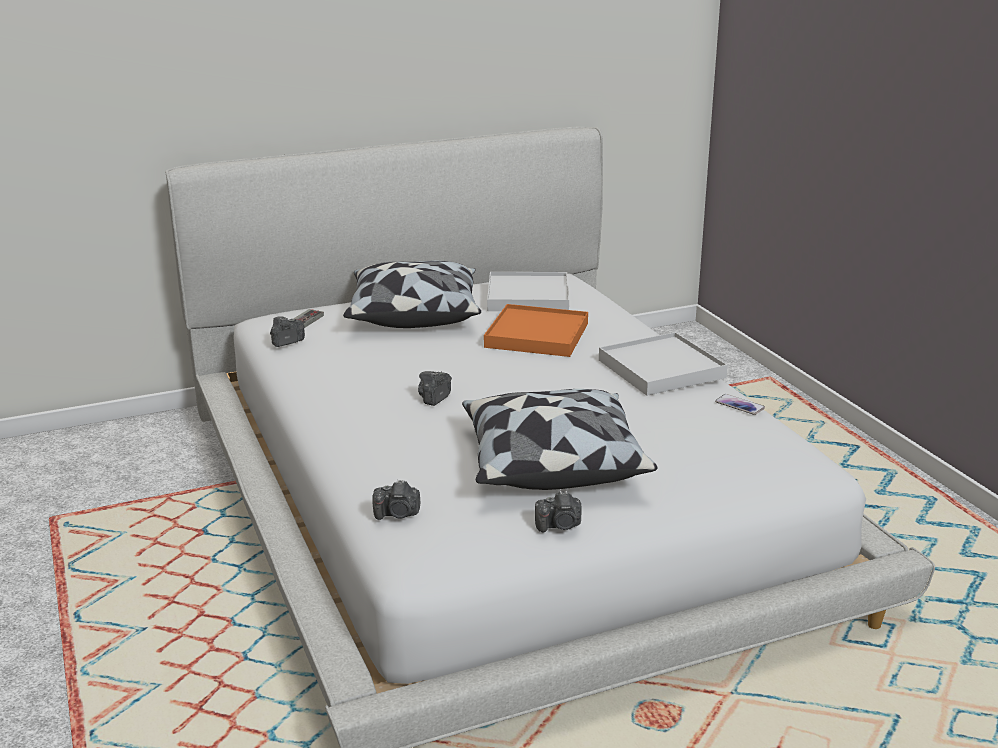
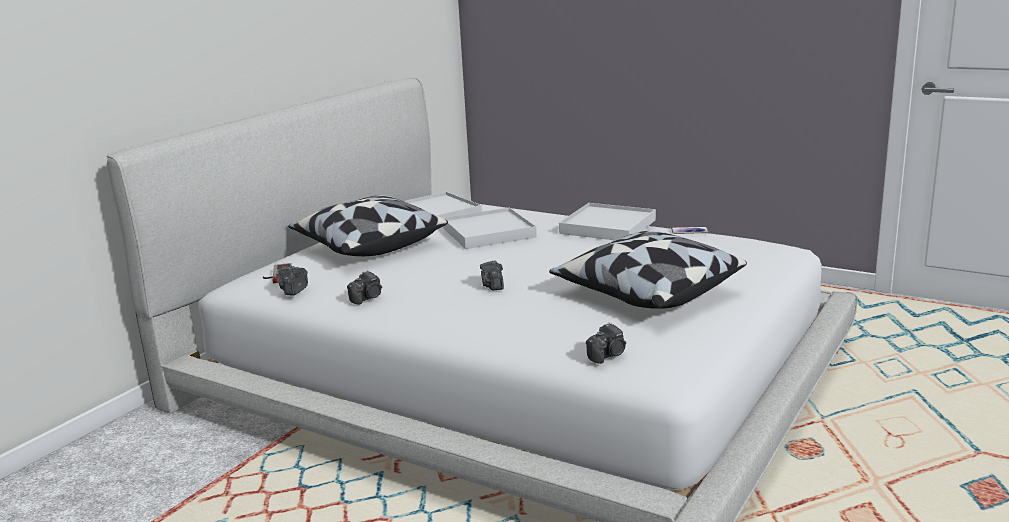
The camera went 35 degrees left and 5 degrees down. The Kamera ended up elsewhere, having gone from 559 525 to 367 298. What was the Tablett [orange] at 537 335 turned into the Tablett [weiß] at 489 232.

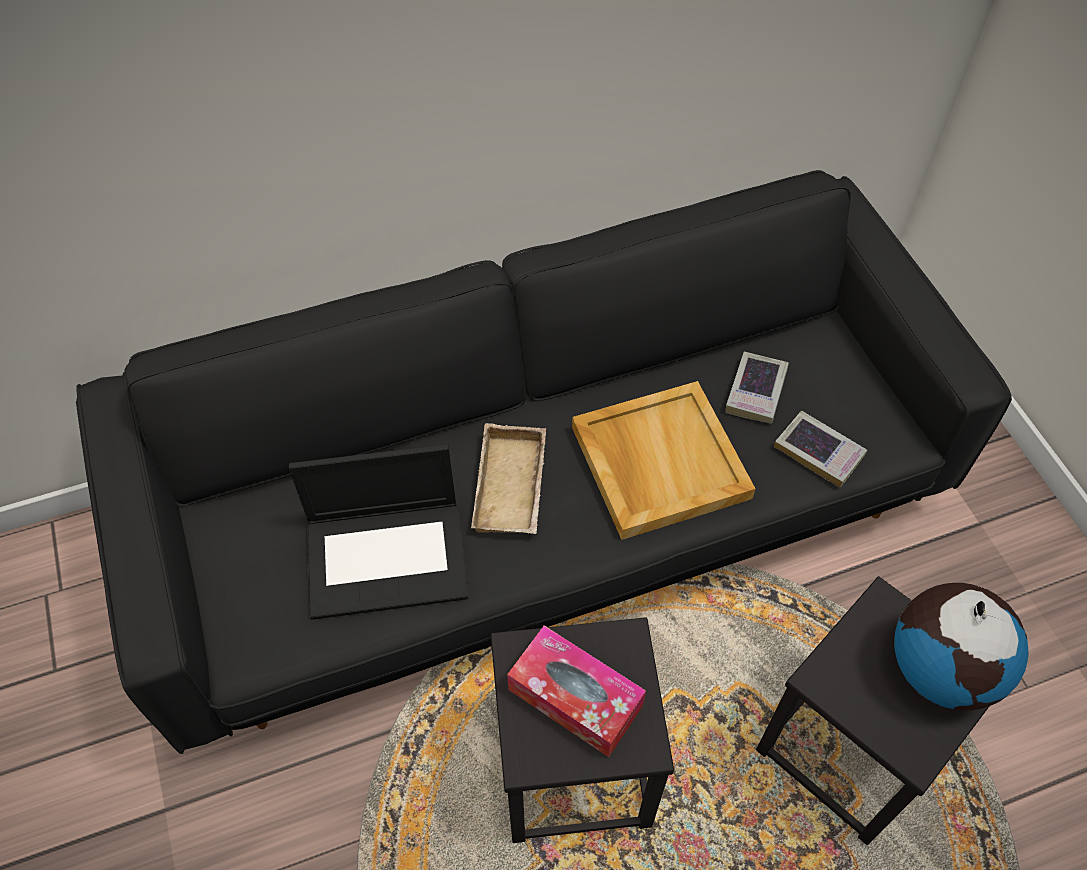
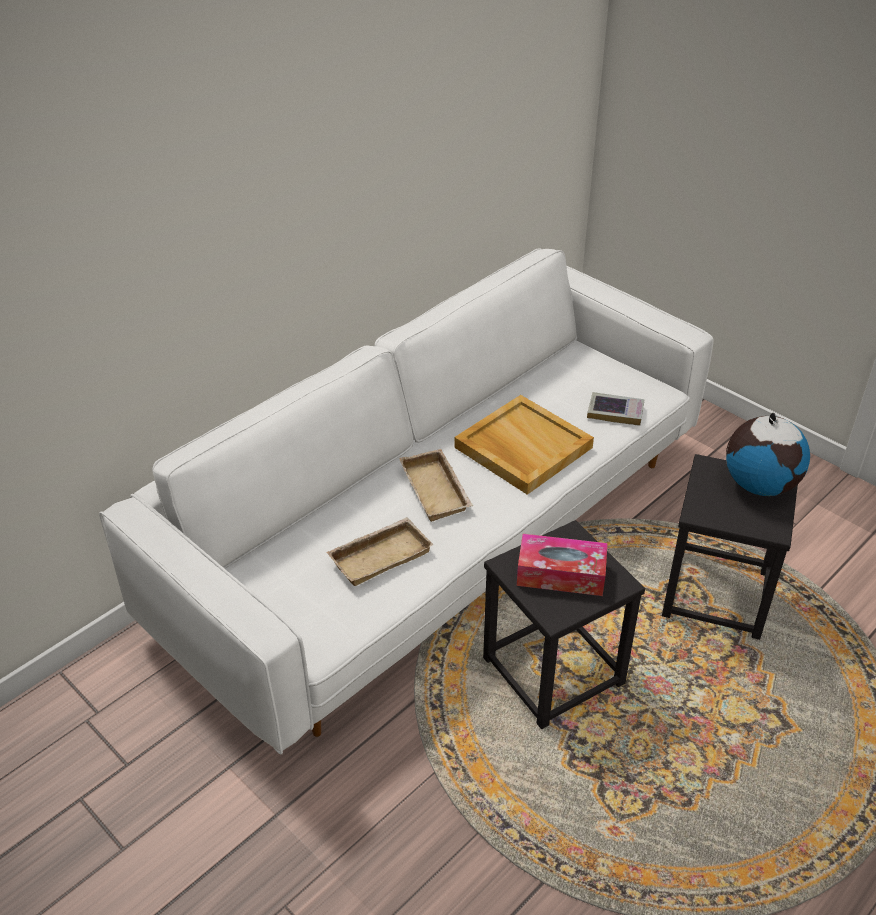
The camera went 25 degrees left and 15 degrees down. The second view lost the Buch at 756 391. Where the Laptop stood at 388 557, the Tablett [beige] came to stand at 380 555. What was the Sofa [schwarz] at 544 512 turned into the Sofa [weiß] at 438 536.

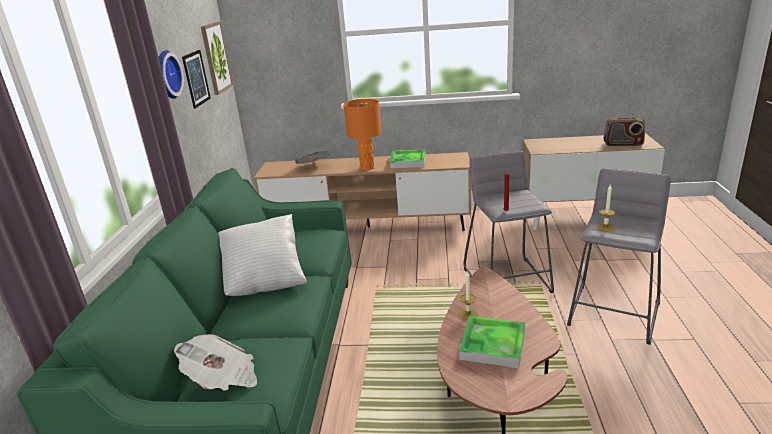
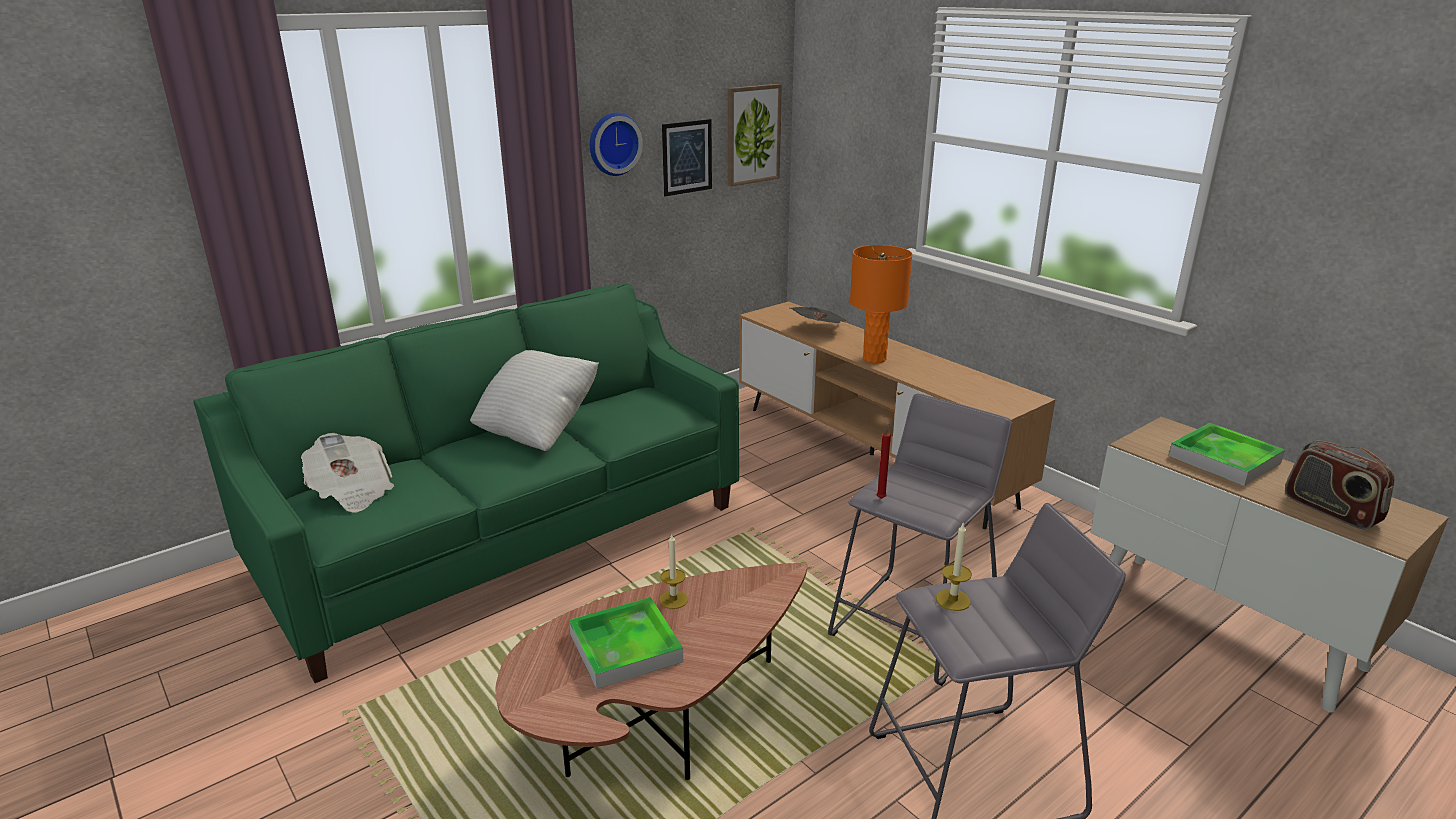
The camera went 45 degrees right and 0 degrees up. The Tablett ended up elsewhere, having gone from 408 161 to 1224 459.

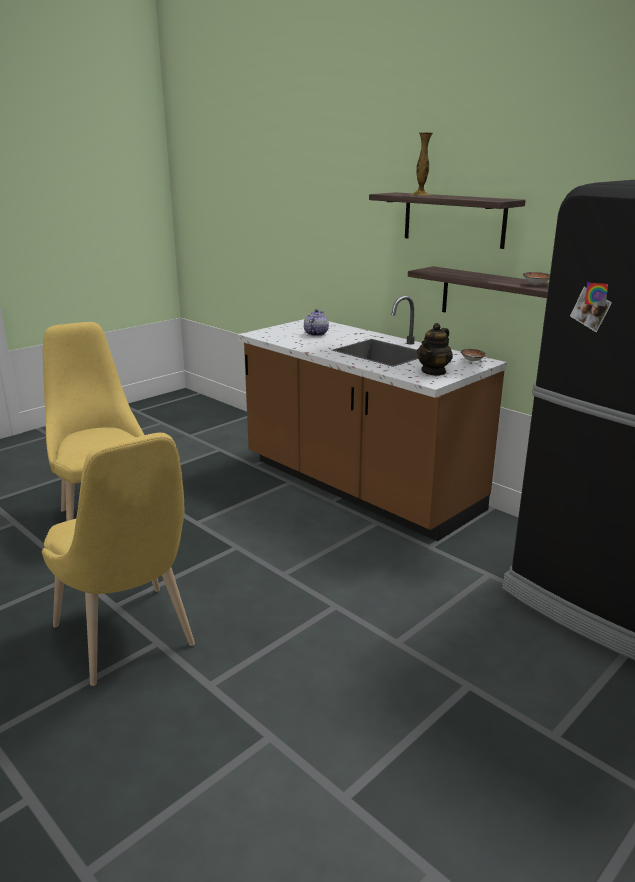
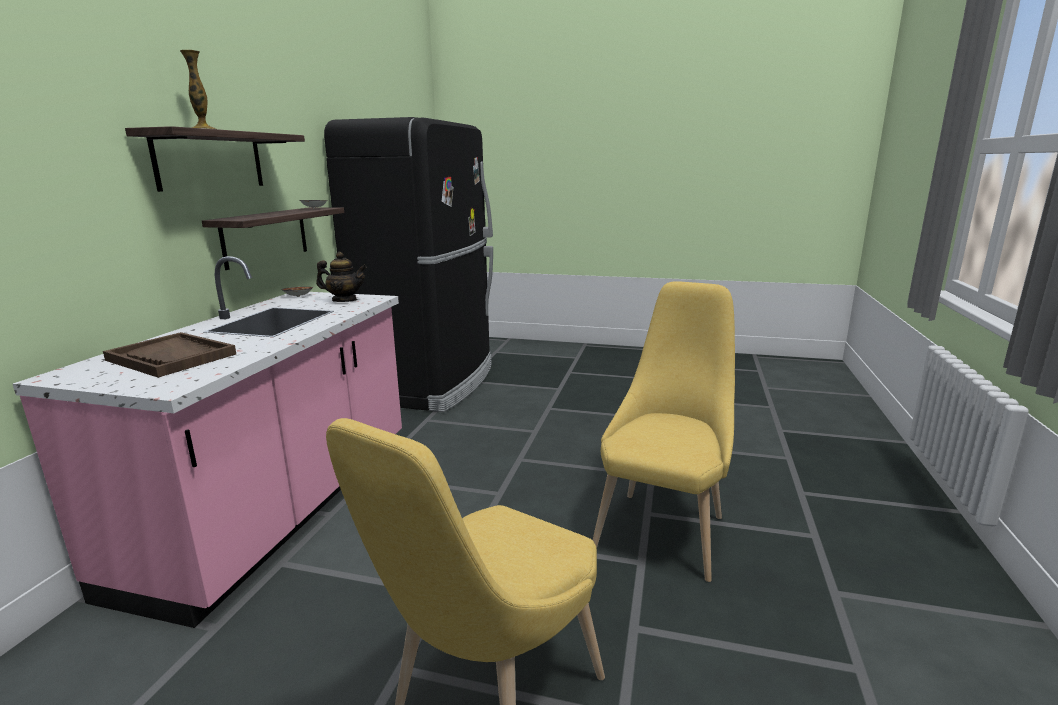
The camera went 120 degrees left and 5 degrees down. Where the Teekanne stood at 315 334, the Tablett [braun] came to stand at 172 357. What was the Küchenzeile [braun] at 359 486 turned into the Küchenzeile [rosa] at 281 508.

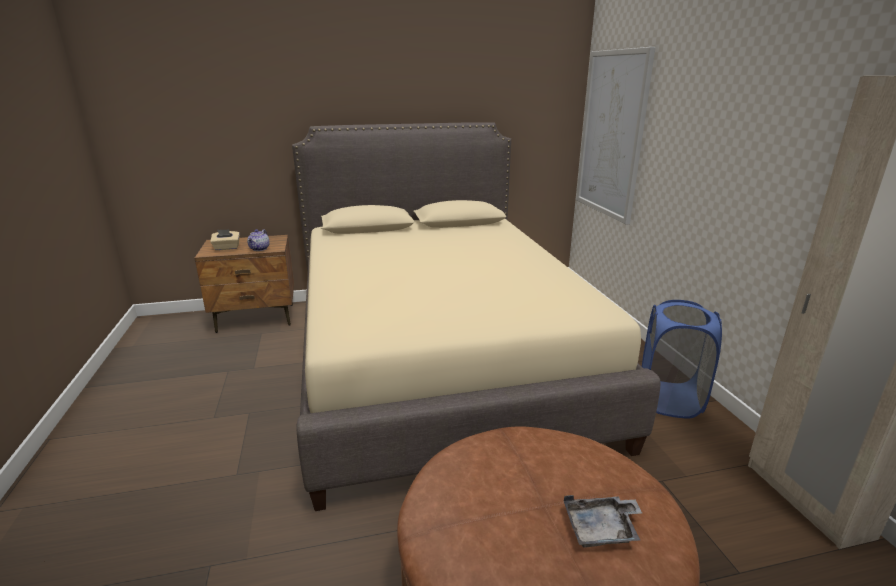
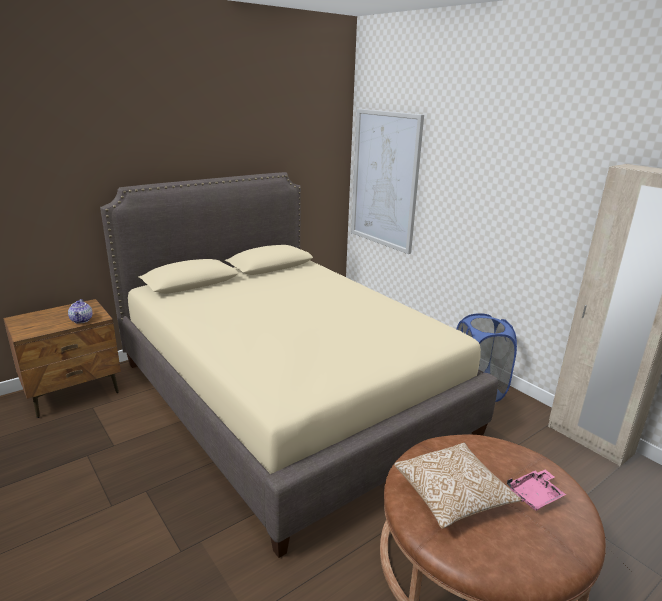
The camera went 25 degrees left and 0 degrees up. The second view lost the Taschentuchbox [beige] at 227 248. The second view gained the Kissen at 452 496. What was the Tablett [grau] at 601 529 turned into the Tablett [rosa] at 535 495.

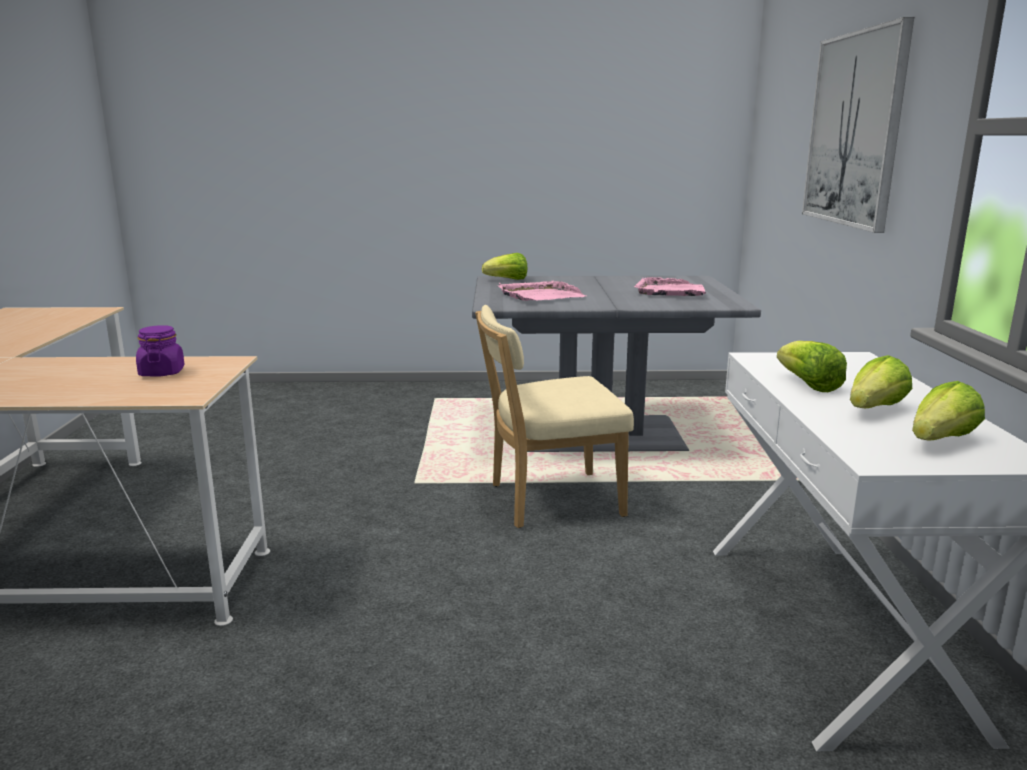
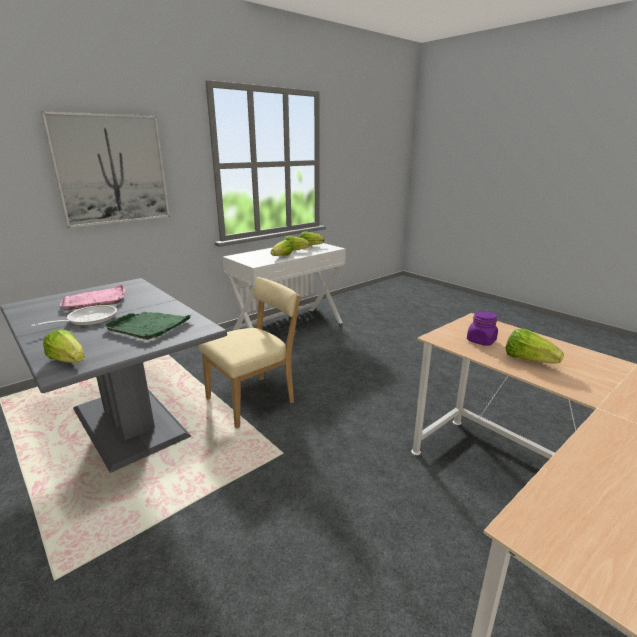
The camera went 130 degrees left and 5 degrees up. The second view gained the Pfanne at 88 320. The second view gained the Salatkopf at 528 360. What was the Tablett [rosa] at 540 296 turned into the Tablett [grün] at 148 326. The Stuhl [beige] at 549 500 ended up facing another way, 75 degrees counterclockwise from before.

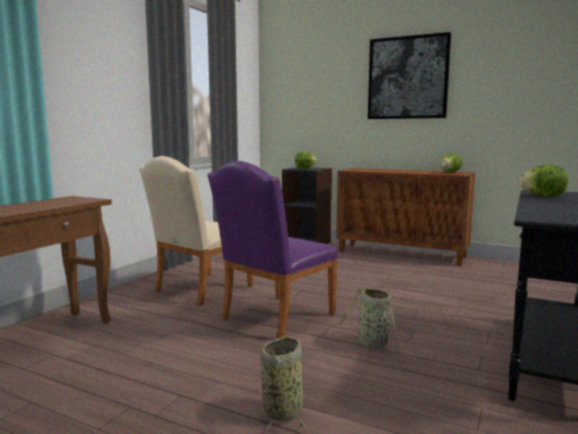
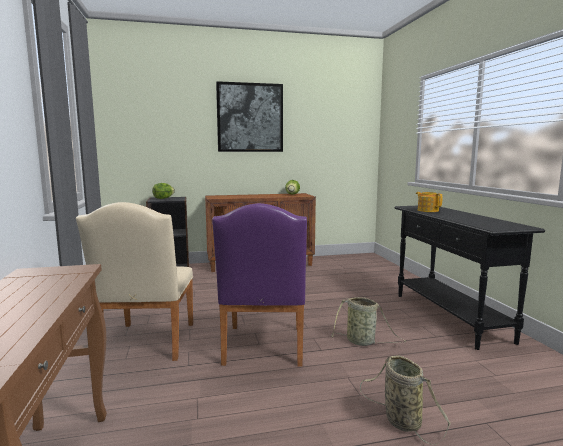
The camera went 40 degrees left and 0 degrees up. Where the Salatkopf stood at 543 196, the Teekanne came to stand at 427 210.

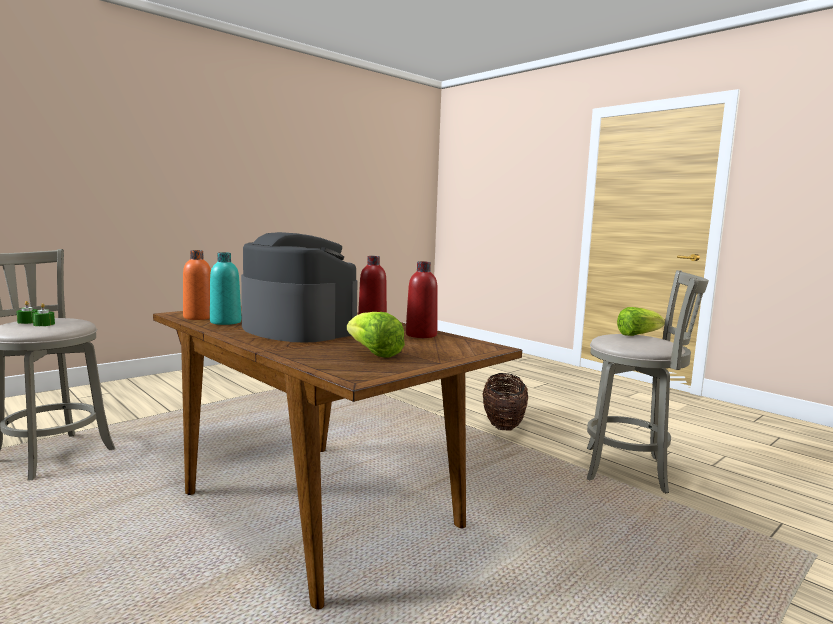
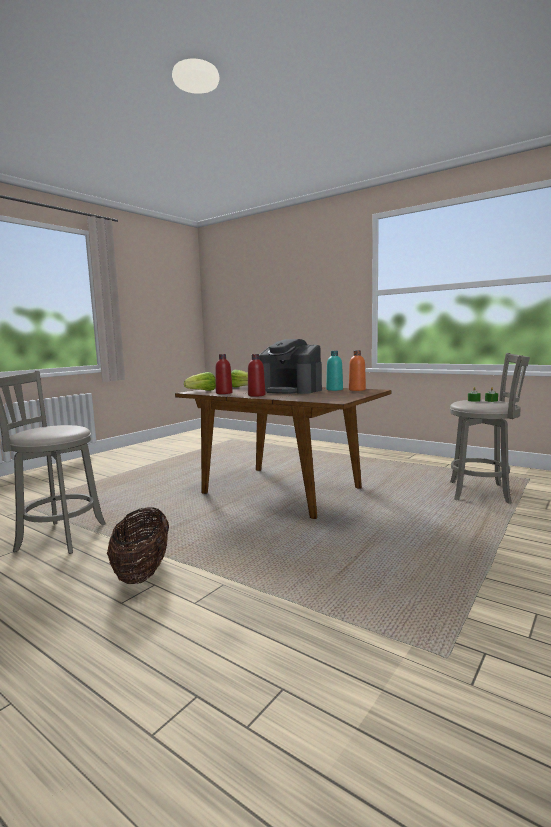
The camera went 170 degrees right and 0 degrees up. The Salatkopf ended up elsewhere, having gone from 637 335 to 202 391.

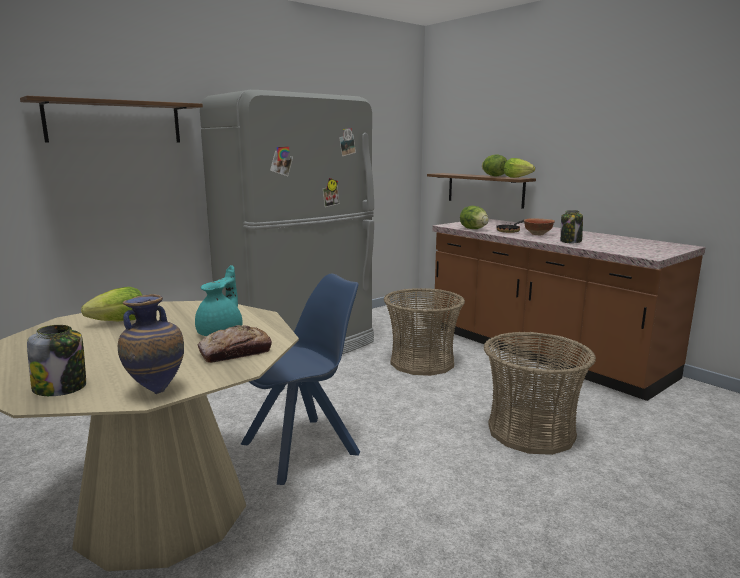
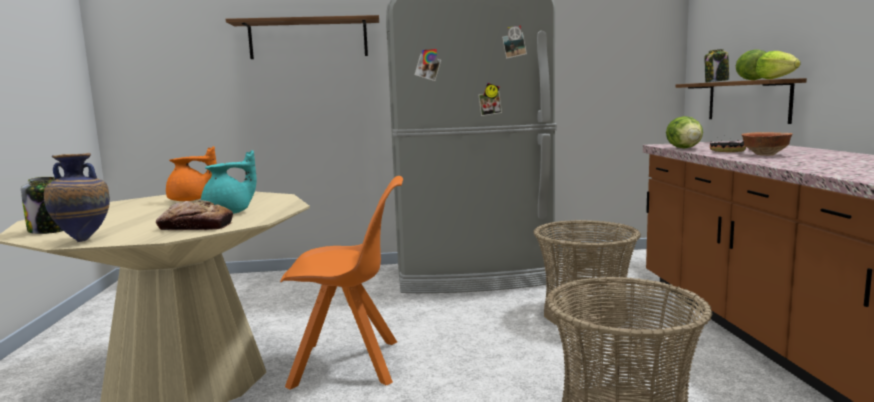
The camera went 35 degrees right and 5 degrees down. The Vorratsglas ended up elsewhere, having gone from 570 241 to 716 82. Where the Salatkopf stood at 119 322, the Teekanne [orange] came to stand at 191 200. What was the Stuhl [blau] at 303 448 turned into the Stuhl [orange] at 349 364.

